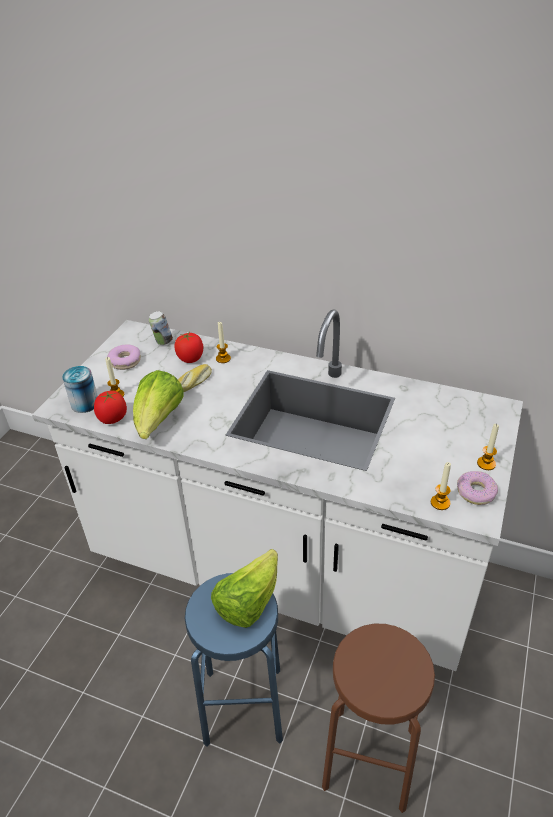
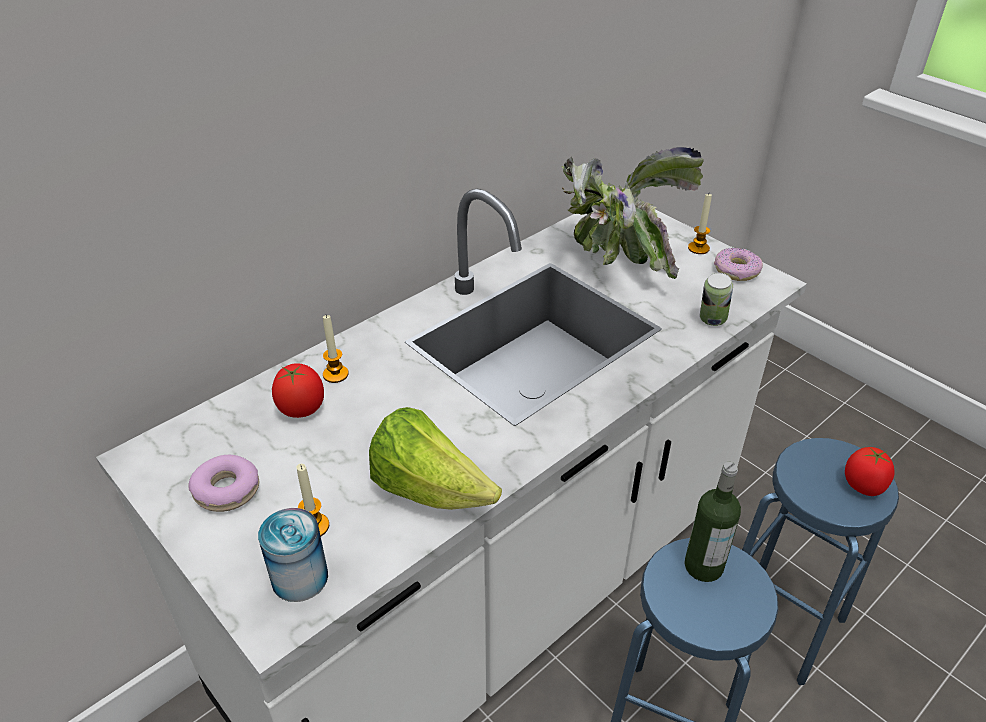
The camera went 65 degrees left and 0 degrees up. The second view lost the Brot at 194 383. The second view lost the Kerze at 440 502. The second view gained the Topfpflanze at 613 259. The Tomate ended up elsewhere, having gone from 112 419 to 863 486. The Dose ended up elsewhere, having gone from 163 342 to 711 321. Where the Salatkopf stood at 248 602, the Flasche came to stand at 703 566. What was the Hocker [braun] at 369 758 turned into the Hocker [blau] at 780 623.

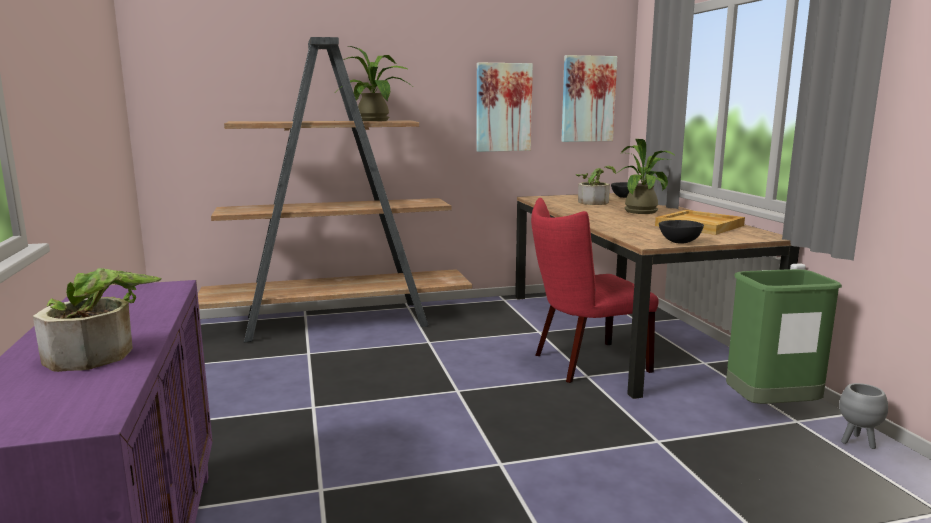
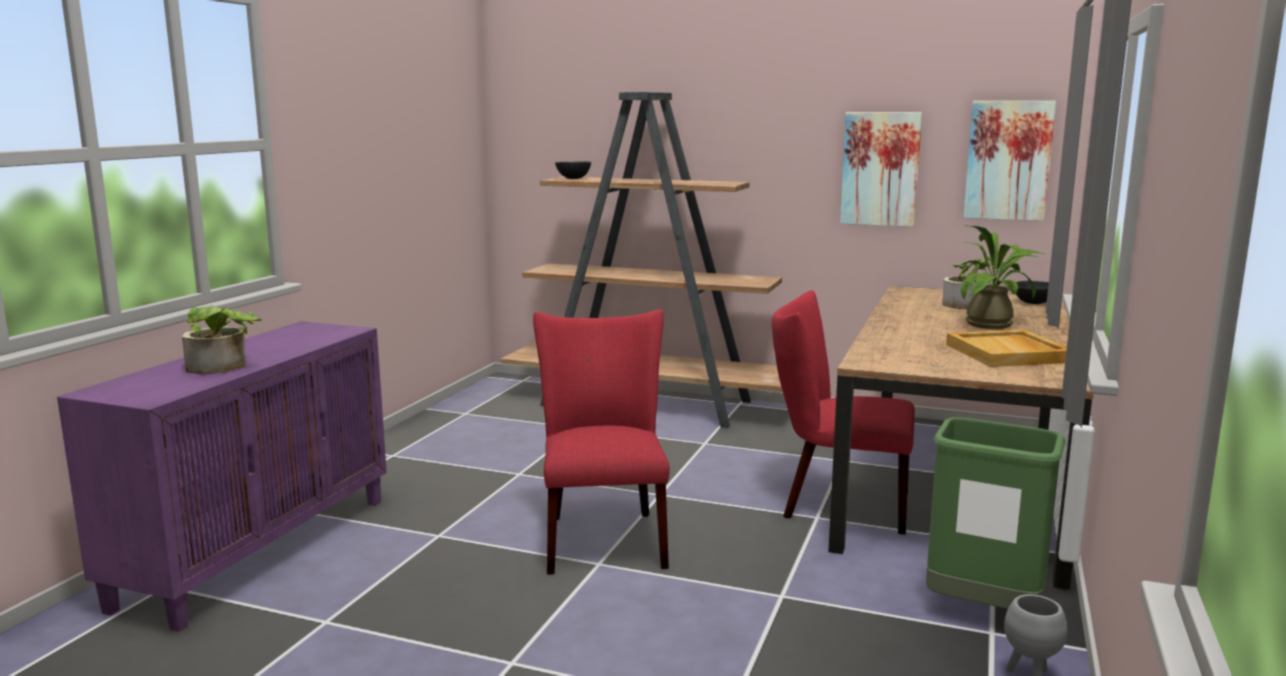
The camera went 35 degrees right and 0 degrees up. The second view lost the Topfpflanze at 375 120. The second view gained the Stuhl [rot] at 603 537. The Schüssel [schwarz] ended up elsewhere, having gone from 679 242 to 572 179.

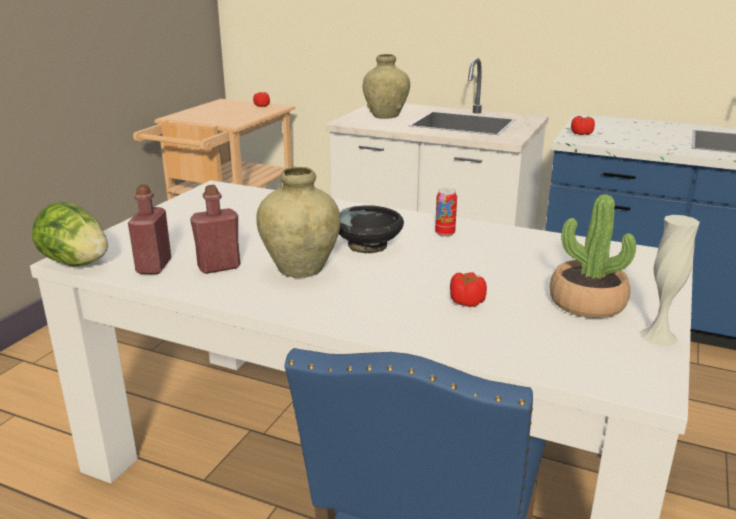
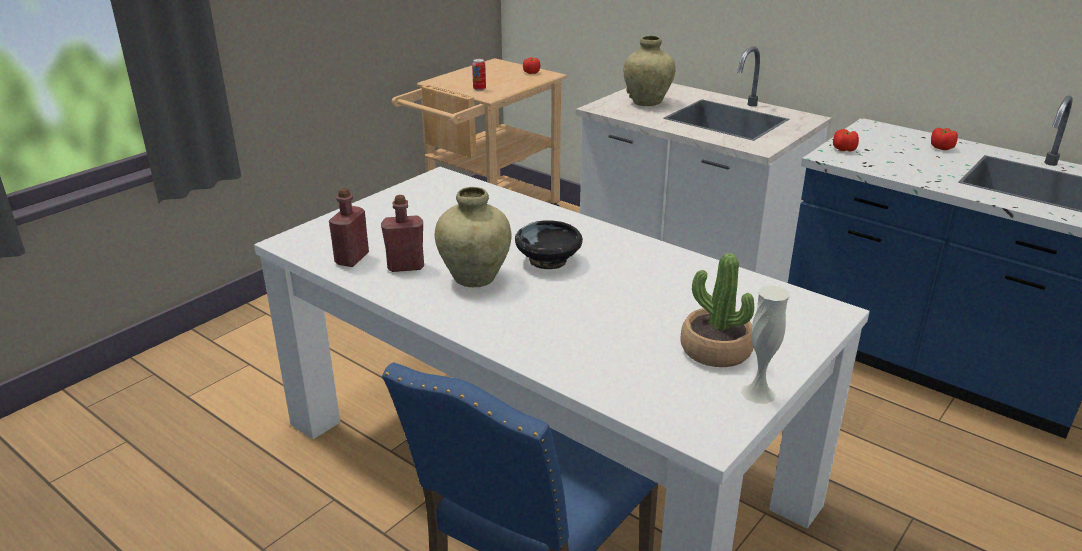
The camera went 15 degrees right and 5 degrees up. The second view lost the Salatkopf at 76 263. The Dose ended up elsewhere, having gone from 445 233 to 479 89. The Tomate ended up elsewhere, having gone from 466 302 to 941 148.

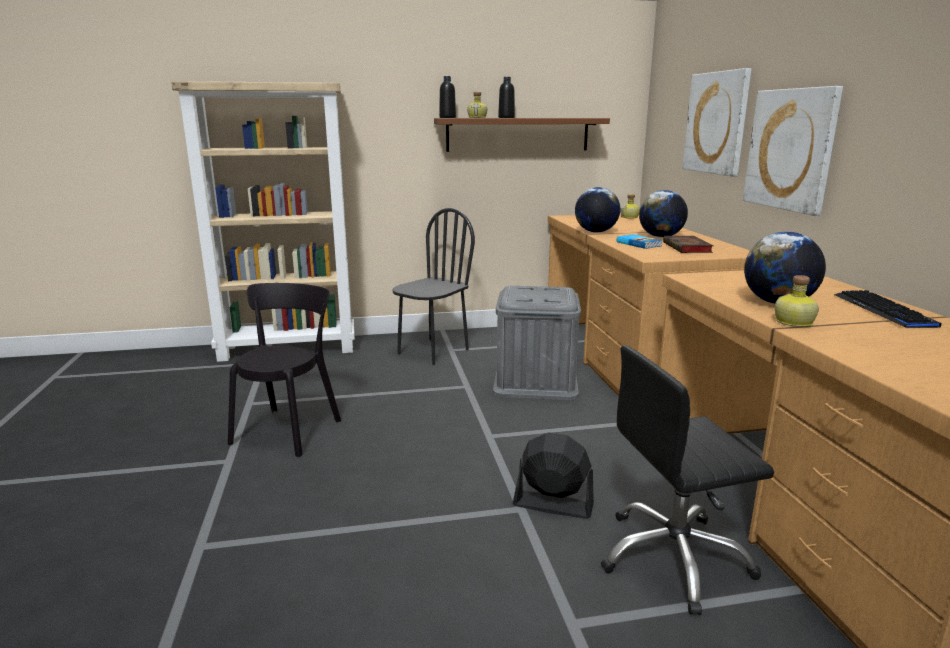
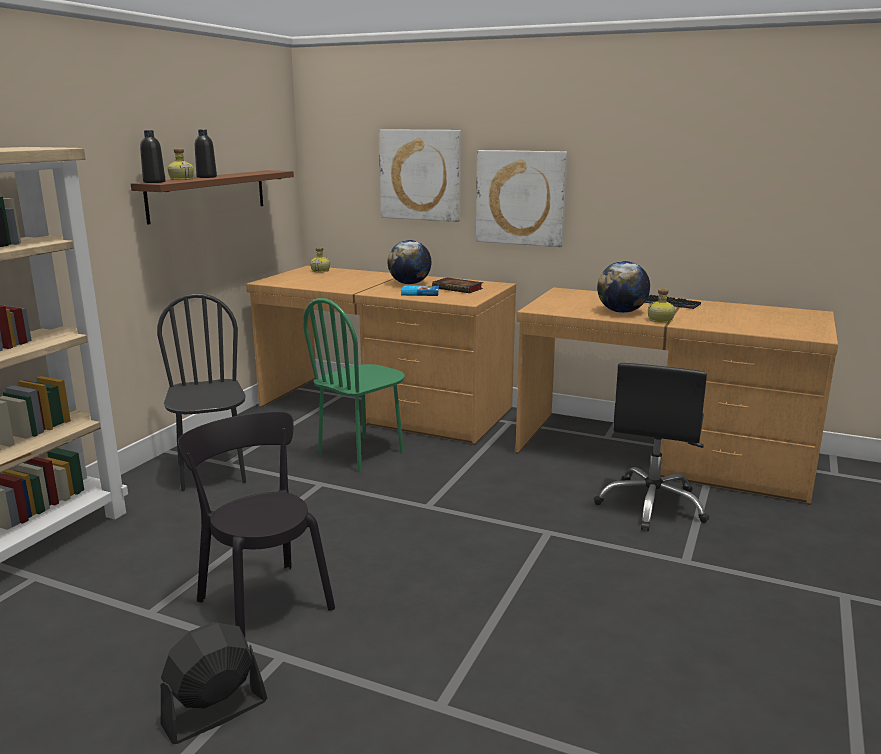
The camera went 55 degrees left and 0 degrees up. The second view lost the Globus at 595 232. The Ventilator [schwarz] ended up elsewhere, having gone from 552 504 to 214 713. Where the Aufbewahrungsbox [grau] stood at 535 381, the Stuhl [grün] came to stand at 361 454.

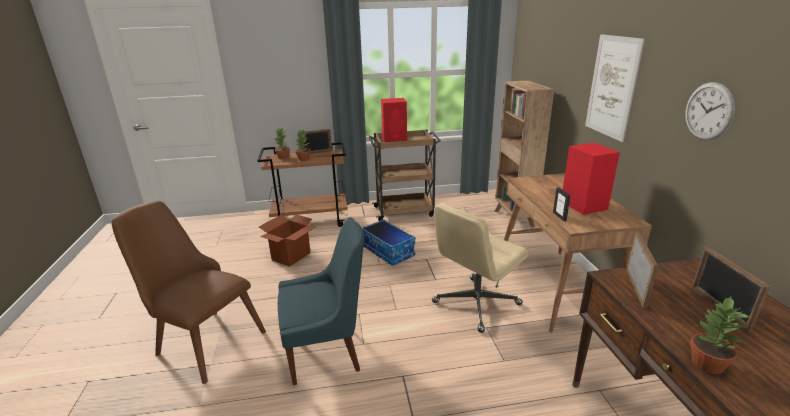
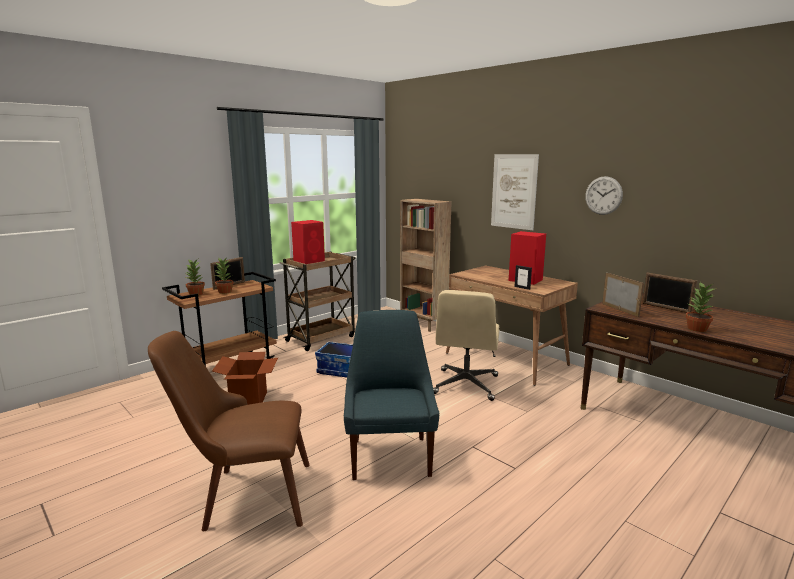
The camera went 35 degrees left and 10 degrees down. The Stuhl [blau] at 327 351 ended up facing another way, 45 degrees counterclockwise from before.

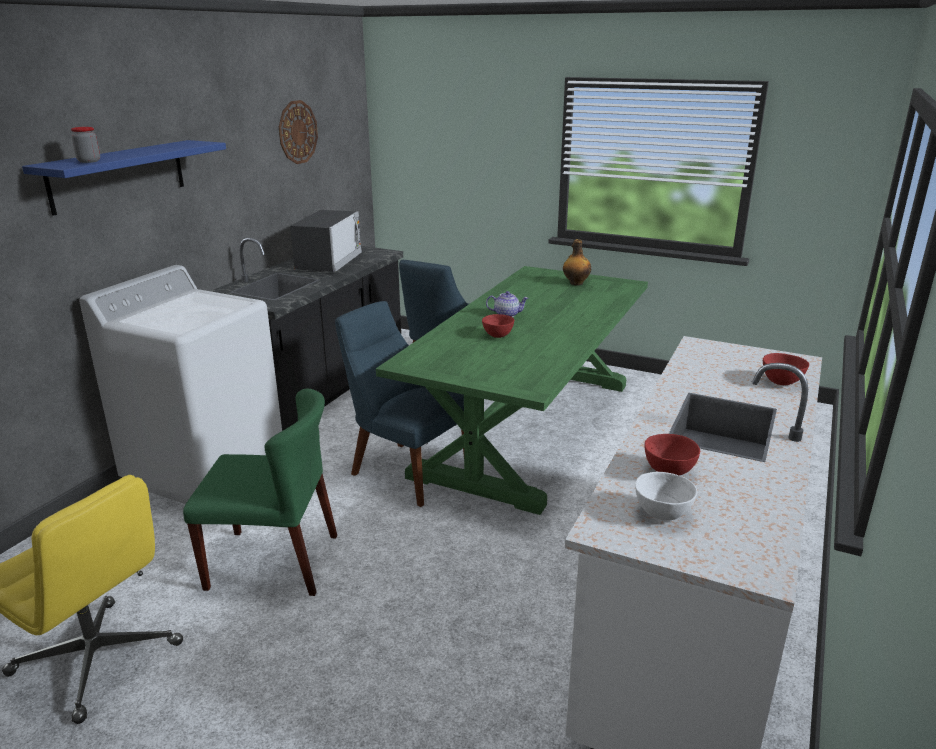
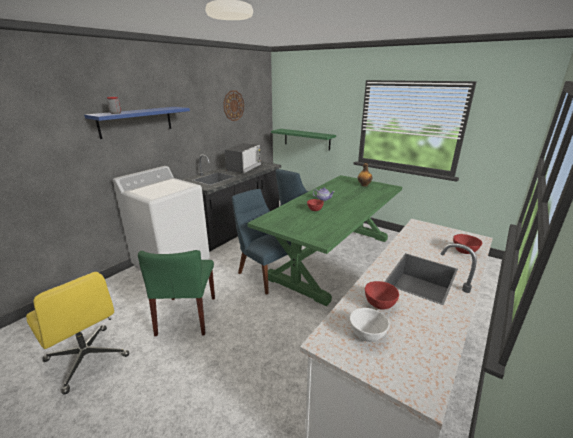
The camera went 10 degrees right and 0 degrees up. The second view gained the Wandregal [grün] at 307 139. The Stuhl [grün] at 274 561 ended up facing another way, 75 degrees clockwise from before.

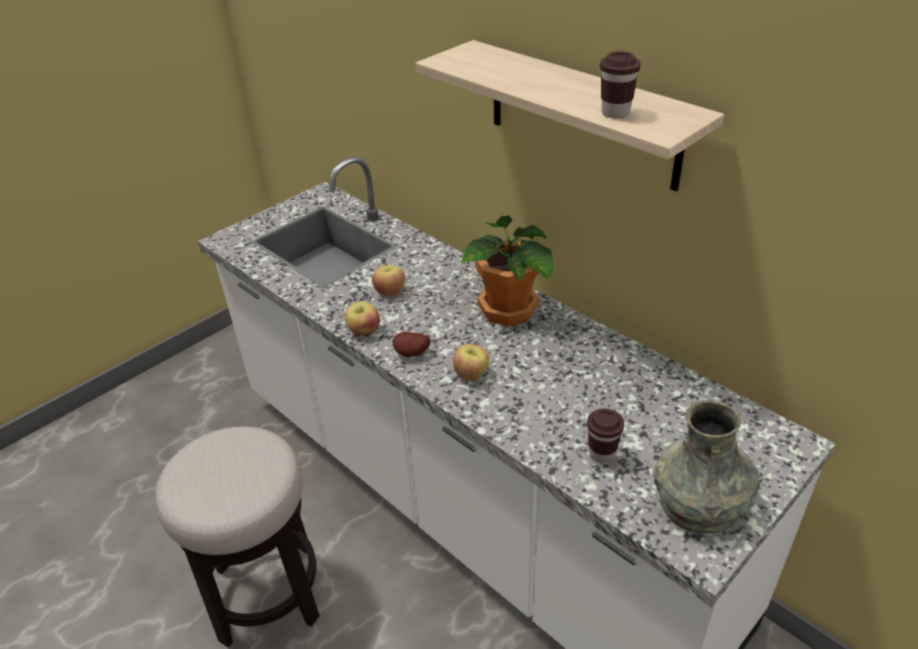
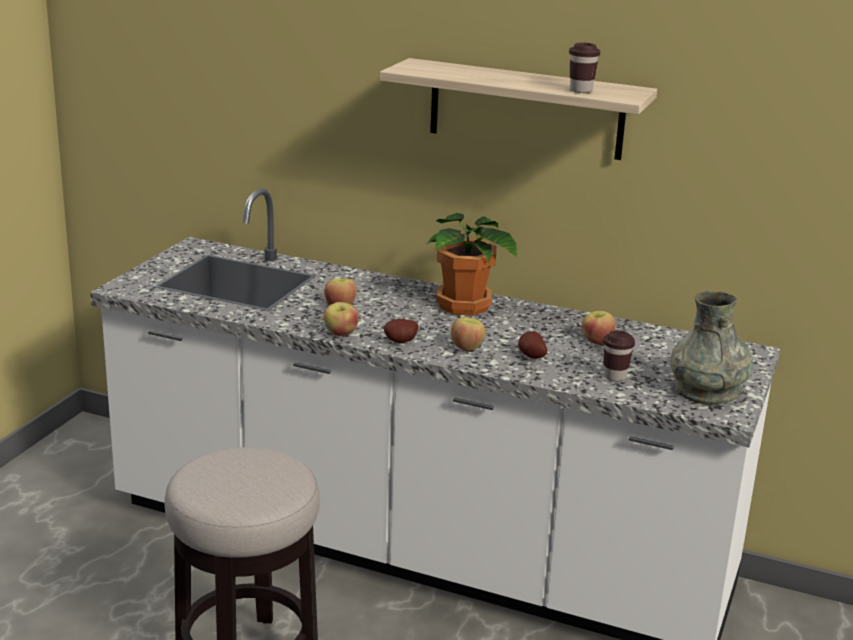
The camera went 25 degrees left and 15 degrees down. The second view gained the Kartoffel at 530 357. The second view gained the Apfel at 596 341.

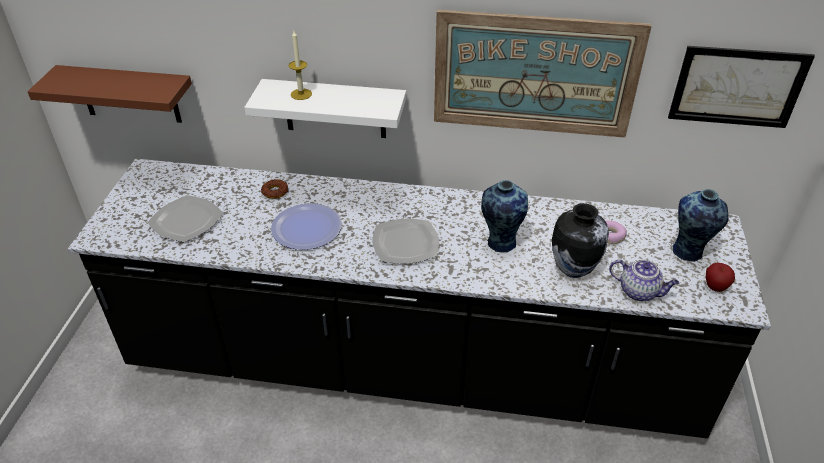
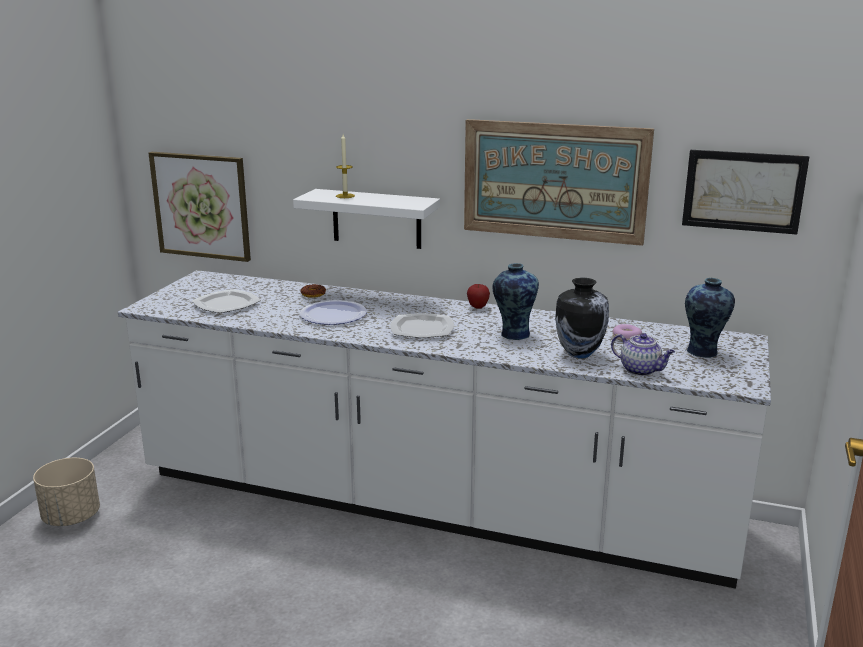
The camera went 10 degrees right and 20 degrees down. The second view gained the Pflanzkübel [beige] at 71 517. The Apfel ended up elsewhere, having gone from 715 287 to 477 307. Where the Wandregal [braun] hung at 129 94, the Bild came to hang at 201 206. What was the Küchenzeile [schwarz] at 412 367 turned into the Küchenzeile [weiß] at 431 504.

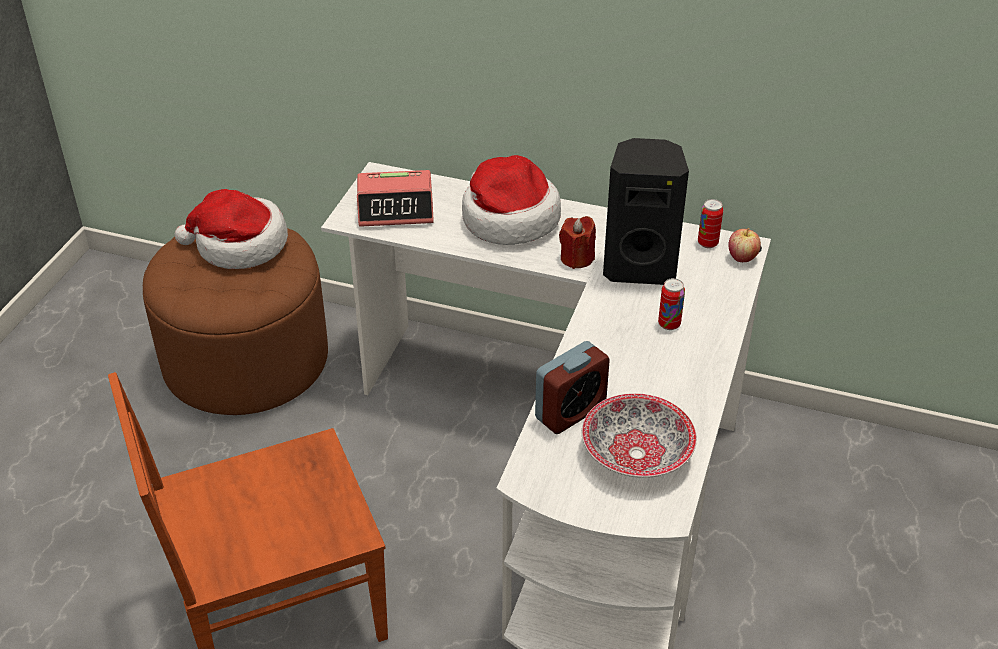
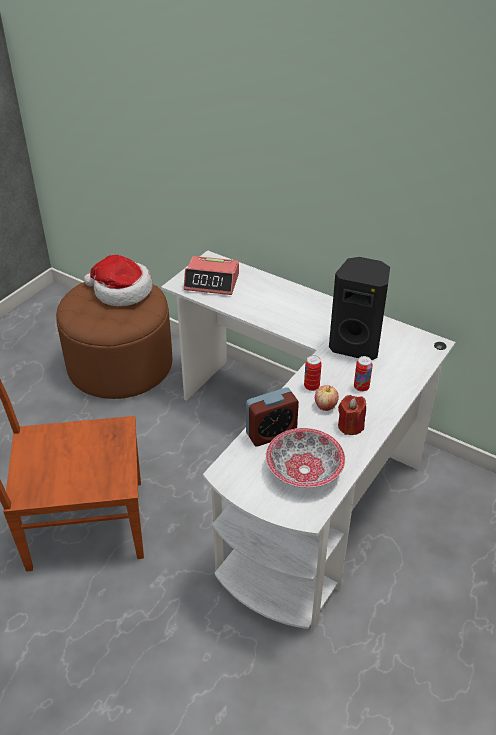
The camera went 15 degrees right and 0 degrees up. The second view lost the Hut at 508 219. The Kerze [rot] ended up elsewhere, having gone from 577 258 to 350 426. The Dose ended up elsewhere, having gone from 707 243 to 311 386. The Apfel ended up elsewhere, having gone from 742 257 to 325 406.

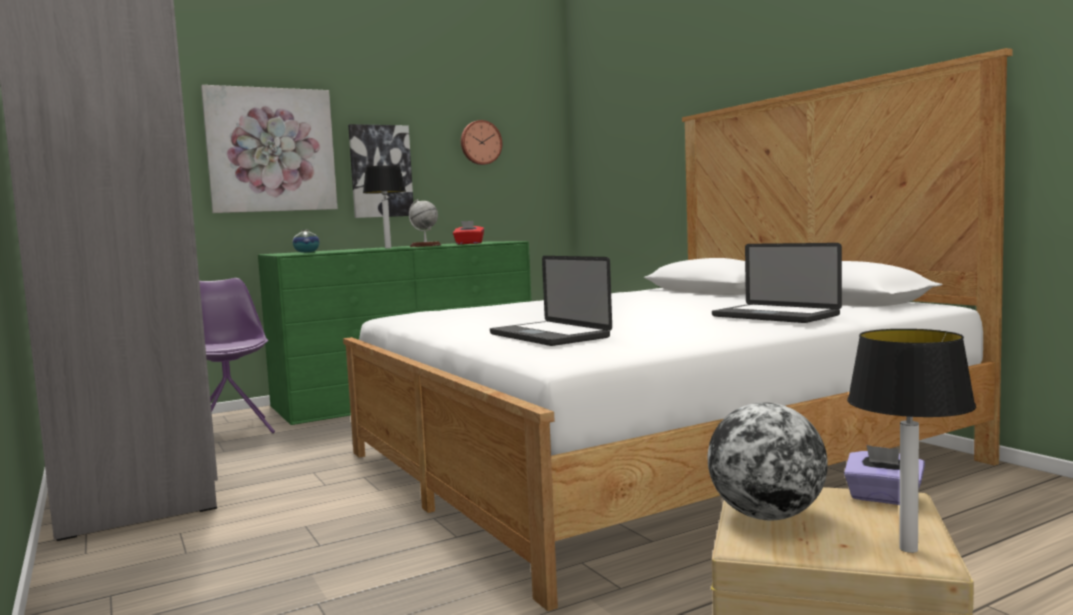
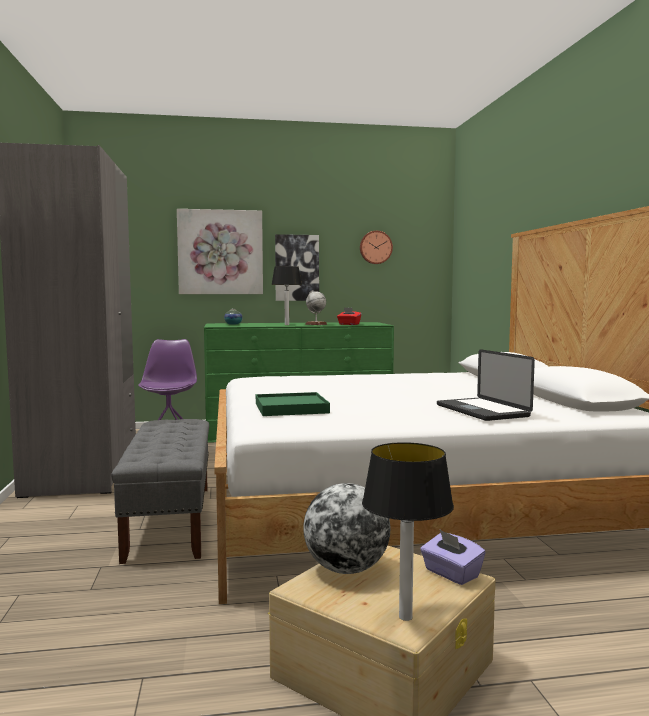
The camera went 20 degrees right and 0 degrees up. The second view gained the Bank [grau] at 170 521. Where the Laptop stood at 548 336, the Tablett [grün] came to stand at 291 408.

